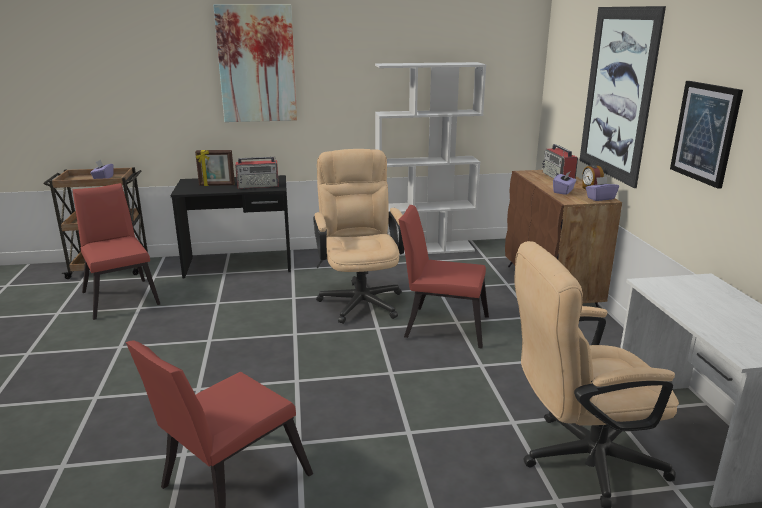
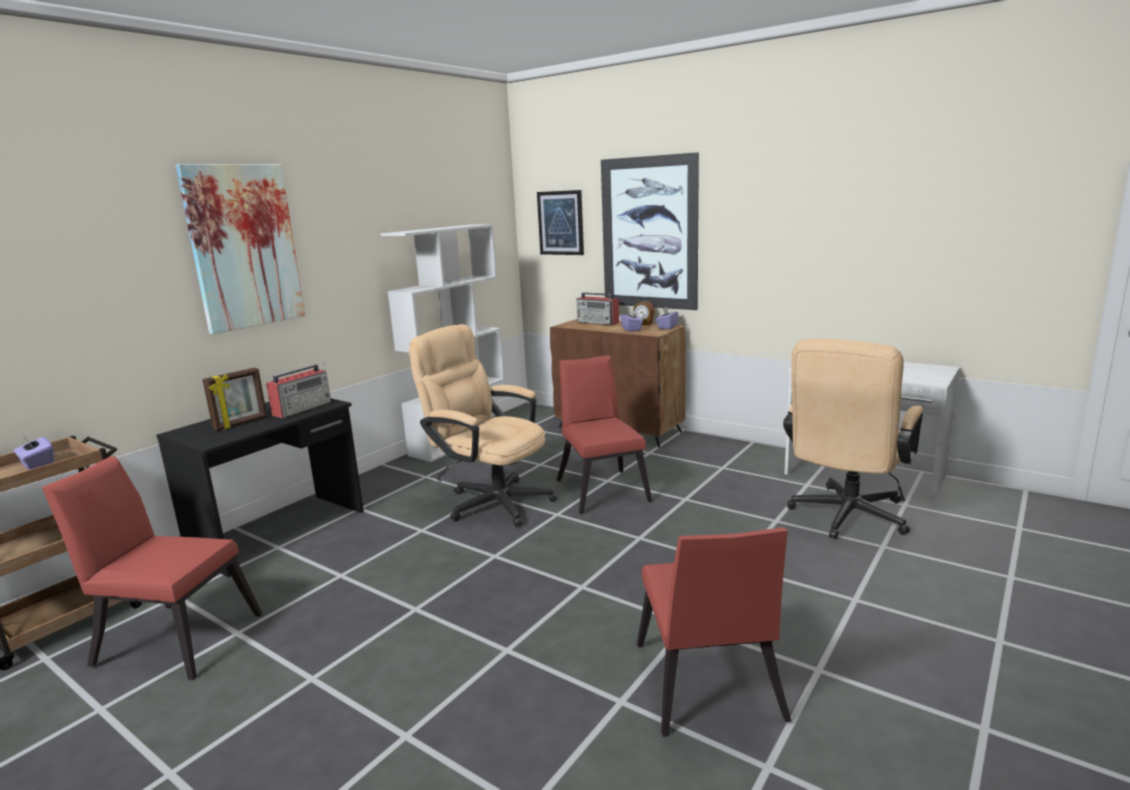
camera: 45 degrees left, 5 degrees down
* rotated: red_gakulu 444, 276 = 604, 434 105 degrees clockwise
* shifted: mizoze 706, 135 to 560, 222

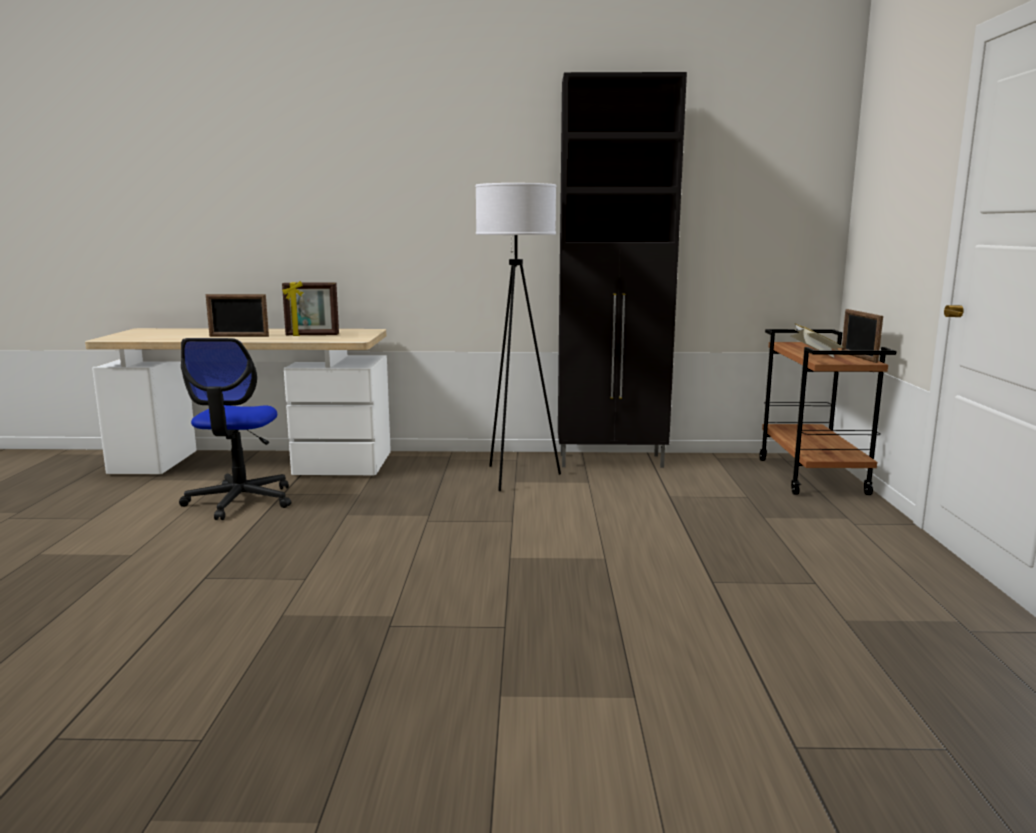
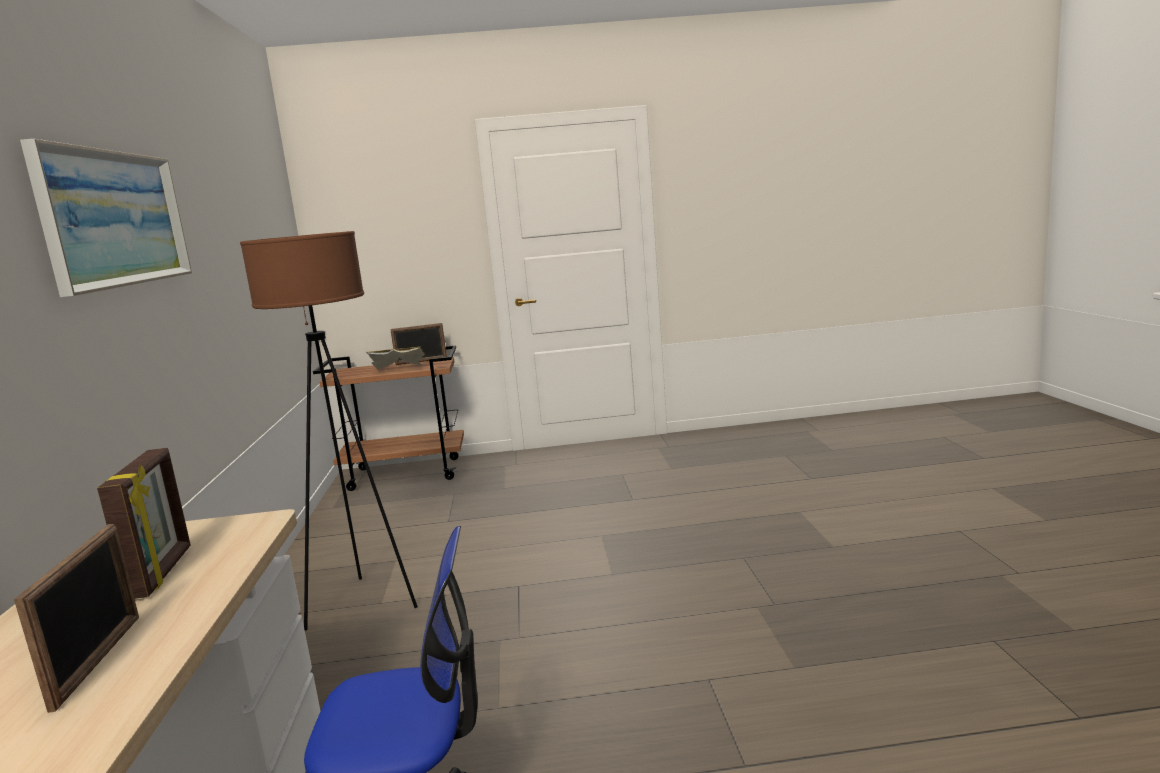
camera: 95 degrees left, 0 degrees up
* repainted: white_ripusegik 518, 337 to brown_ripusegik 329, 431
* gone: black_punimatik 622, 270
* new: mizoze 106, 218

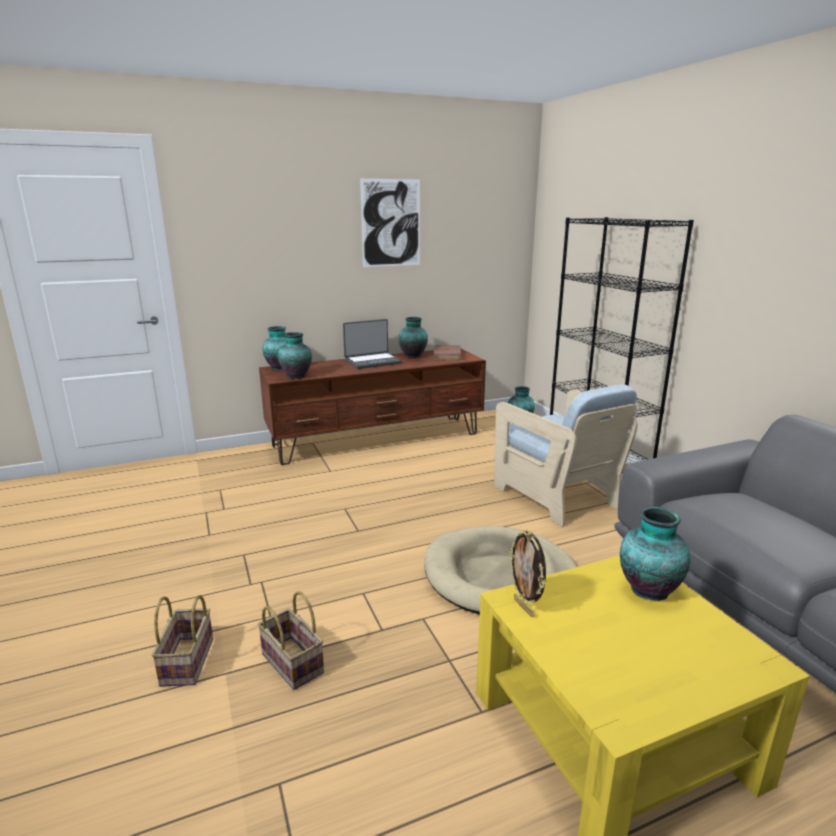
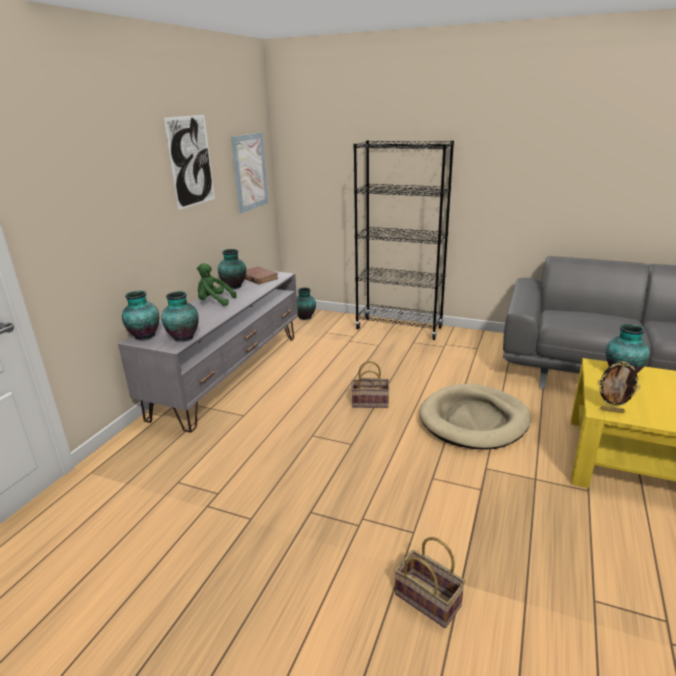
camera: 45 degrees left, 5 degrees up
* shifted: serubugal 291, 640 to 370, 384
* repainted: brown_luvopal 372, 407 to grey_luvopal 208, 351
* swapped: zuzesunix 372, 344 to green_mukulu 217, 284
* gone: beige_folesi 566, 455
* new: mizoze 249, 172

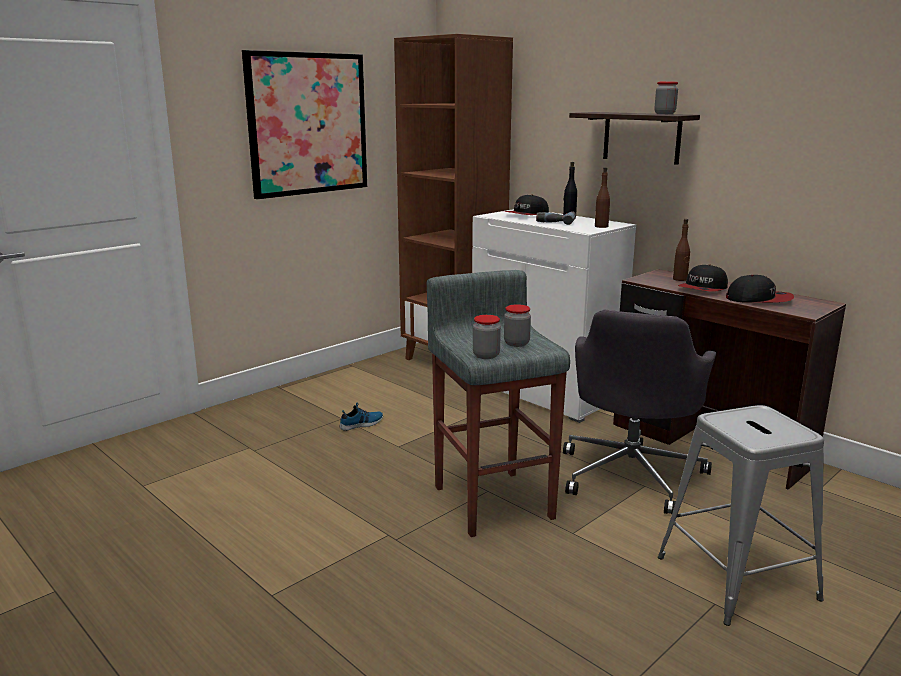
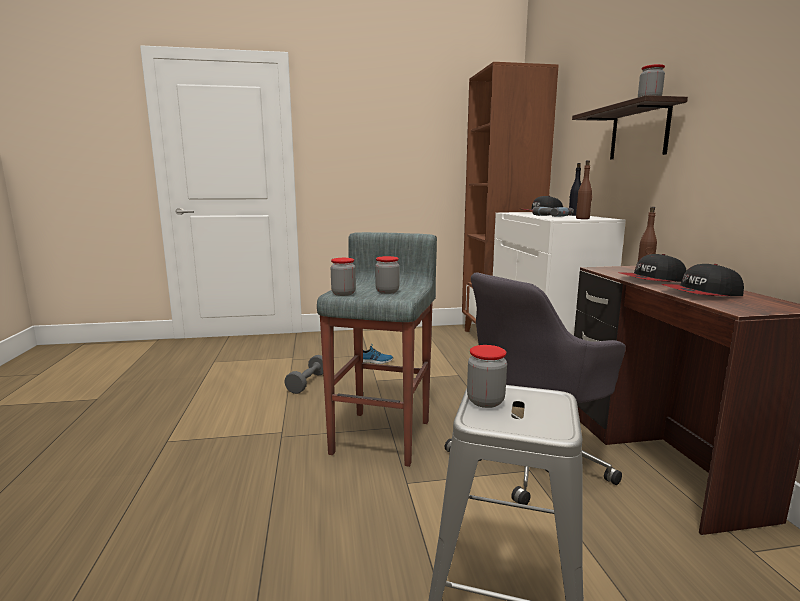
camera: 35 degrees right, 5 degrees down
* gone: mizoze 304, 124
* rotated: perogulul 760, 289 = 702, 280 120 degrees clockwise
* new: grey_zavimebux 304, 374
* new: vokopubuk 487, 376

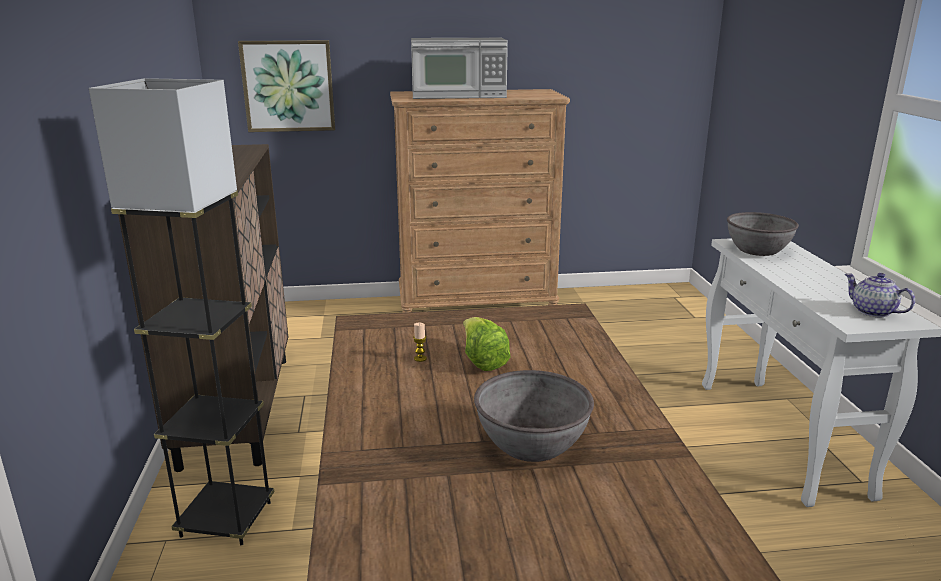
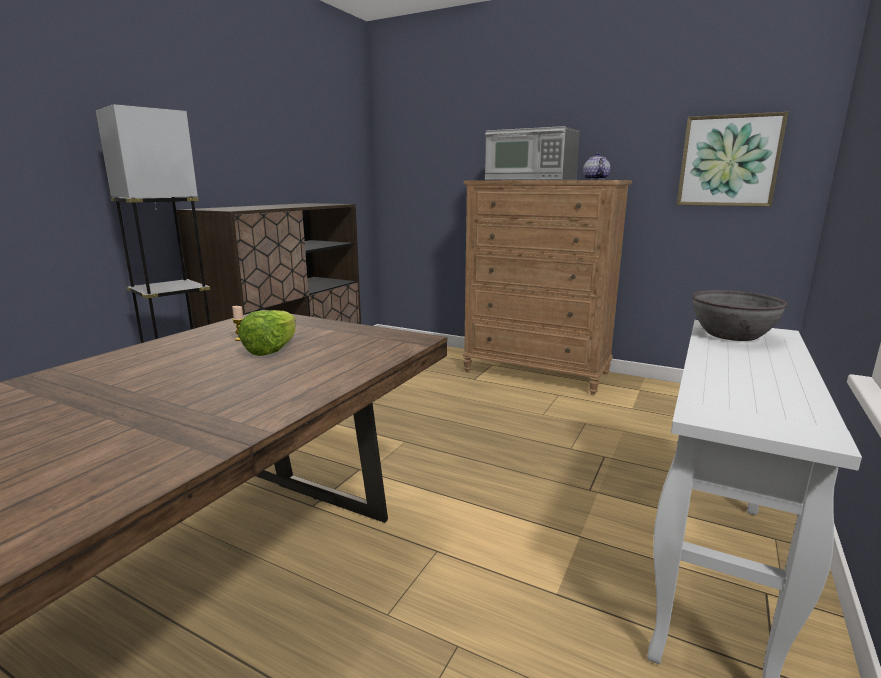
camera: 35 degrees right, 5 degrees down
* shifted: mizoze 286, 86 to 732, 159
* gone: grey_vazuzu 534, 416
* shifted: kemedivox 880, 295 to 596, 166

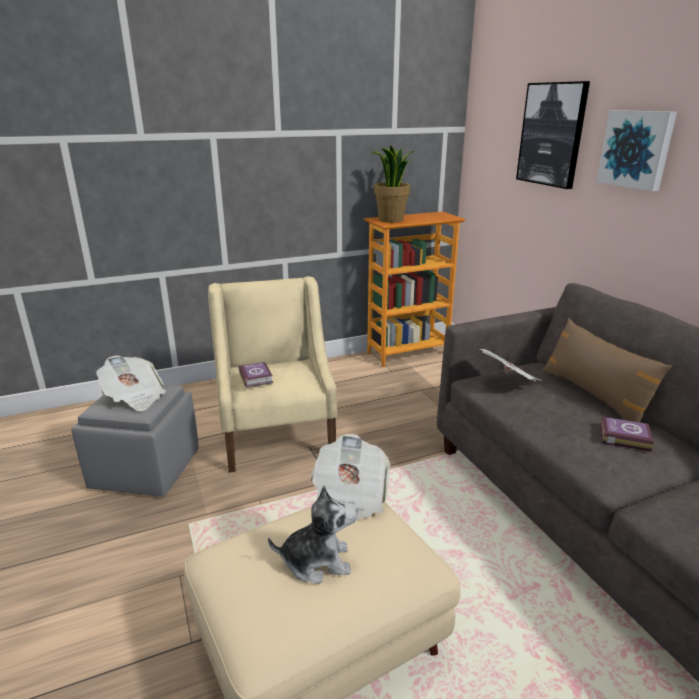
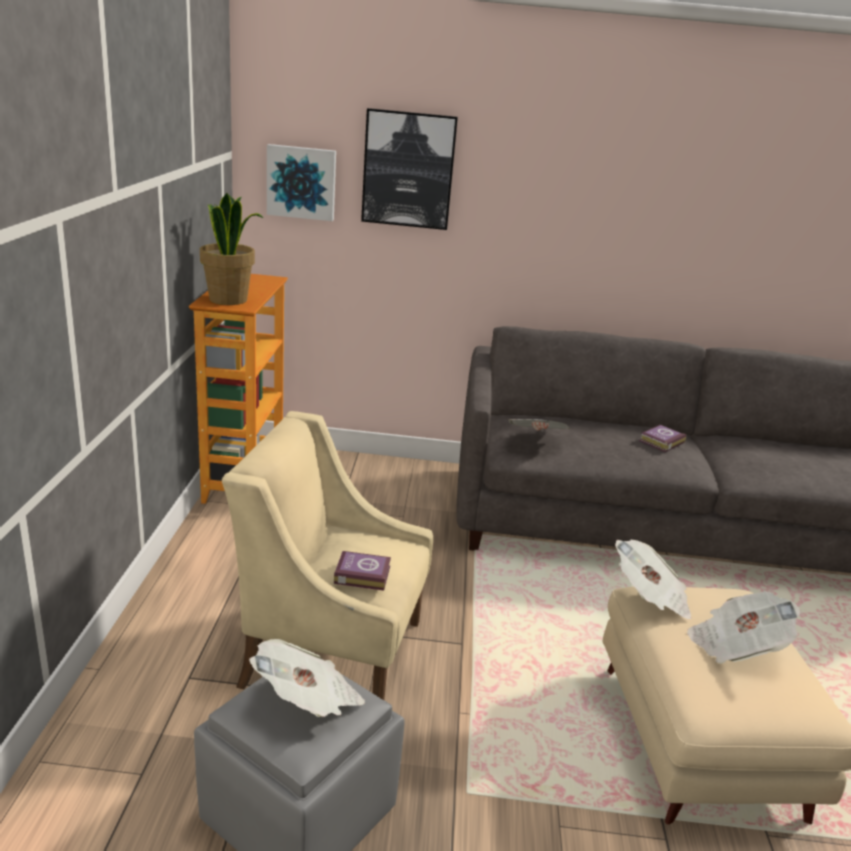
camera: 65 degrees left, 0 degrees up
* swapped: mukulu 312, 535 to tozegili 744, 627
* gone: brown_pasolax 607, 370
* shifted: mizoze 636, 150 to 301, 182

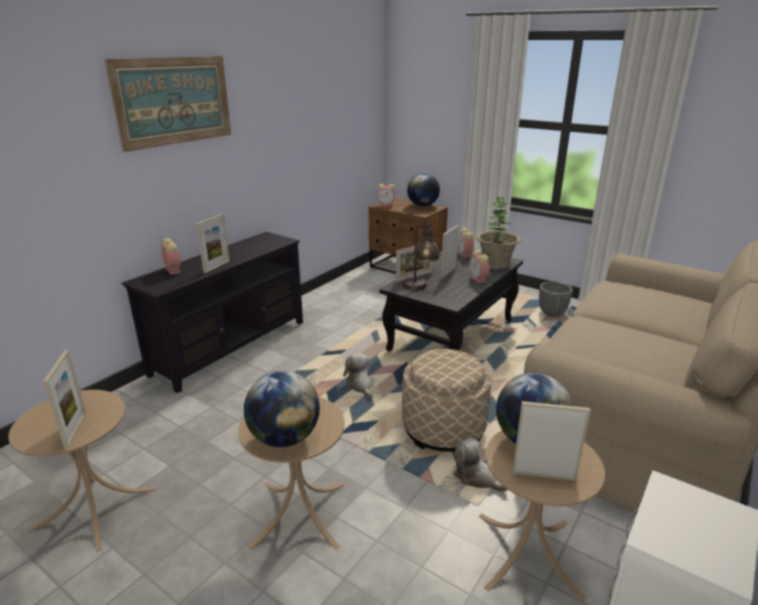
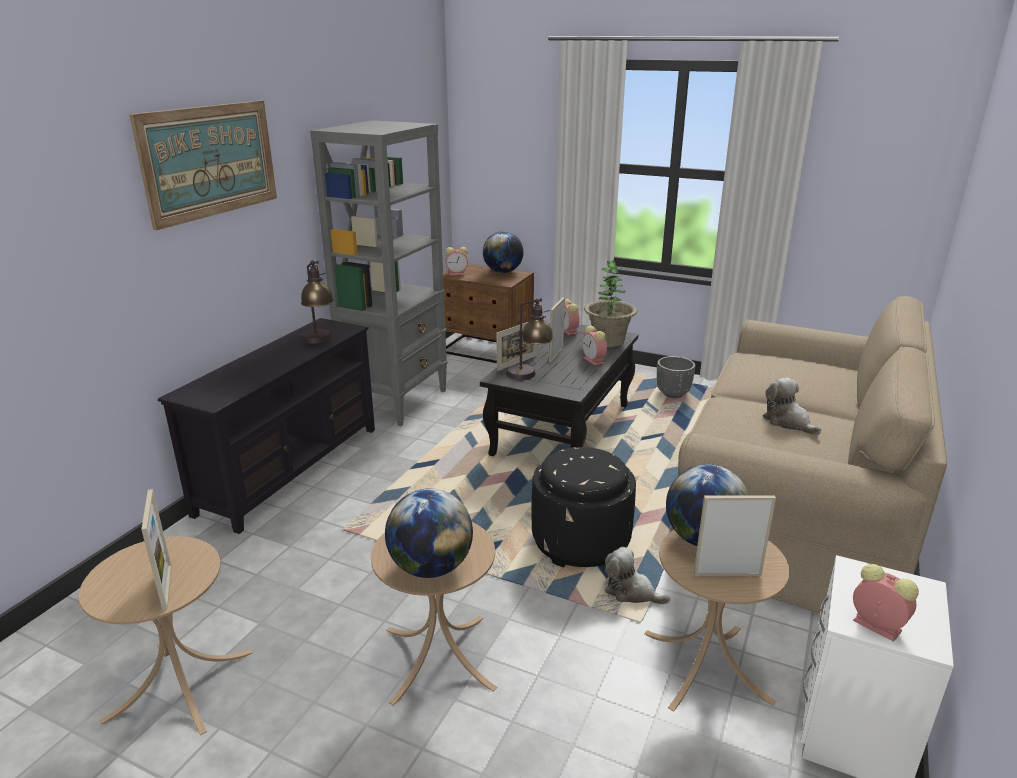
camera: 10 degrees left, 0 degrees up
* shifted: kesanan 171, 256 to 886, 603
* gone: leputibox 213, 243
* shifted: mukulu 358, 375 to 792, 406
* repainted: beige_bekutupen 446, 400 to black_bekutupen 584, 507
* new: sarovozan 317, 302
* new: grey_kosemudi 378, 273

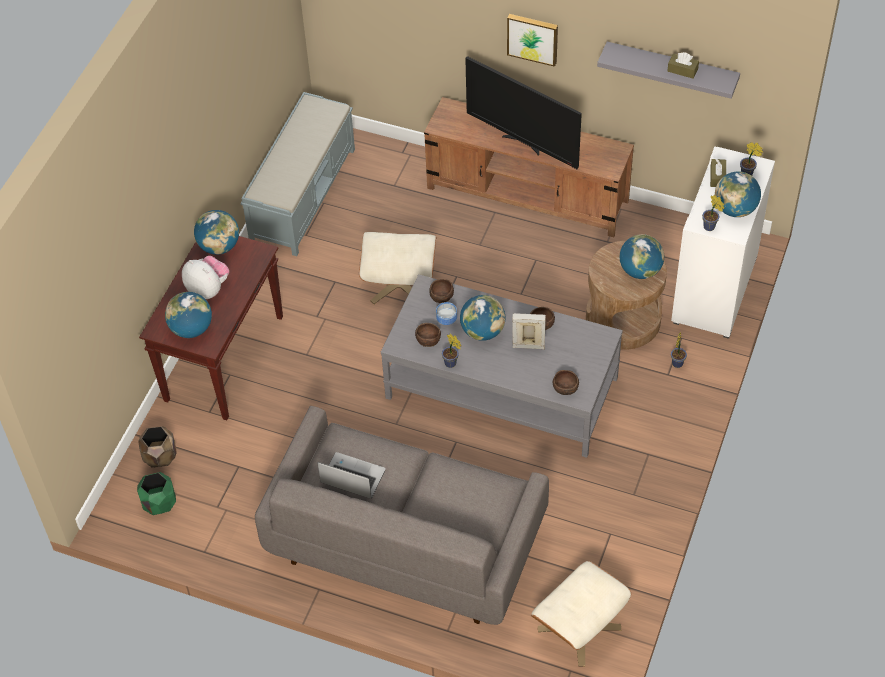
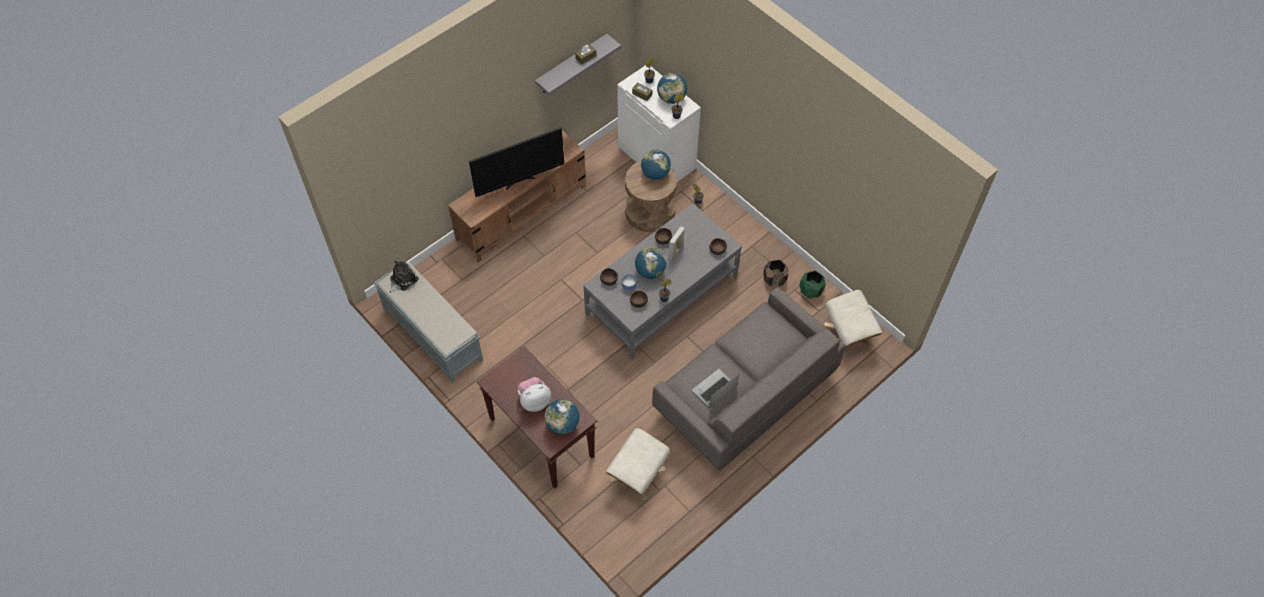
camera: 65 degrees left, 5 degrees up
* shifted: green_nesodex 156, 493 to 812, 285
* shifted: brown_nesodex 157, 447 to 775, 273
* gone: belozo 216, 232
* shifted: beige_bekutupen 397, 268 to 638, 464
* gone: mizoze 532, 40
* new: mukulu 404, 277

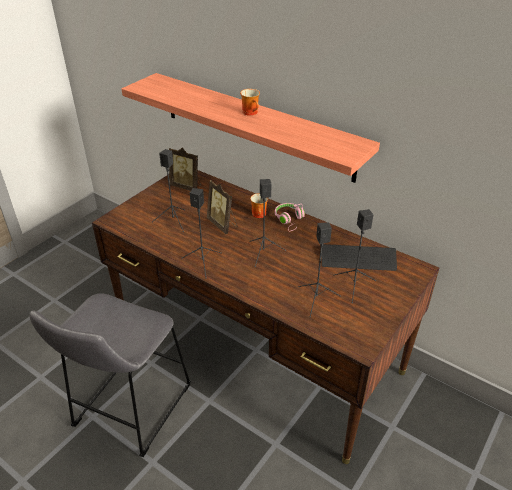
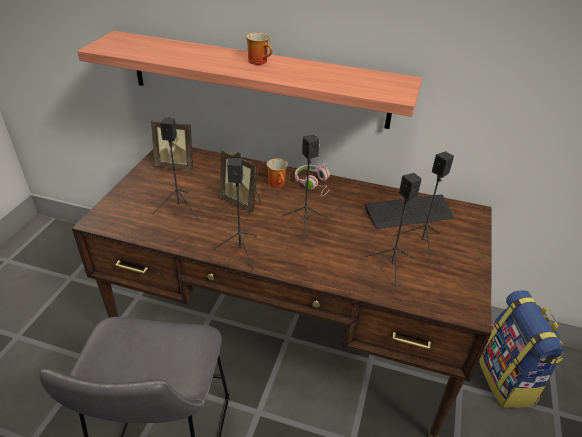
camera: 20 degrees left, 0 degrees up
* new: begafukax 521, 349

